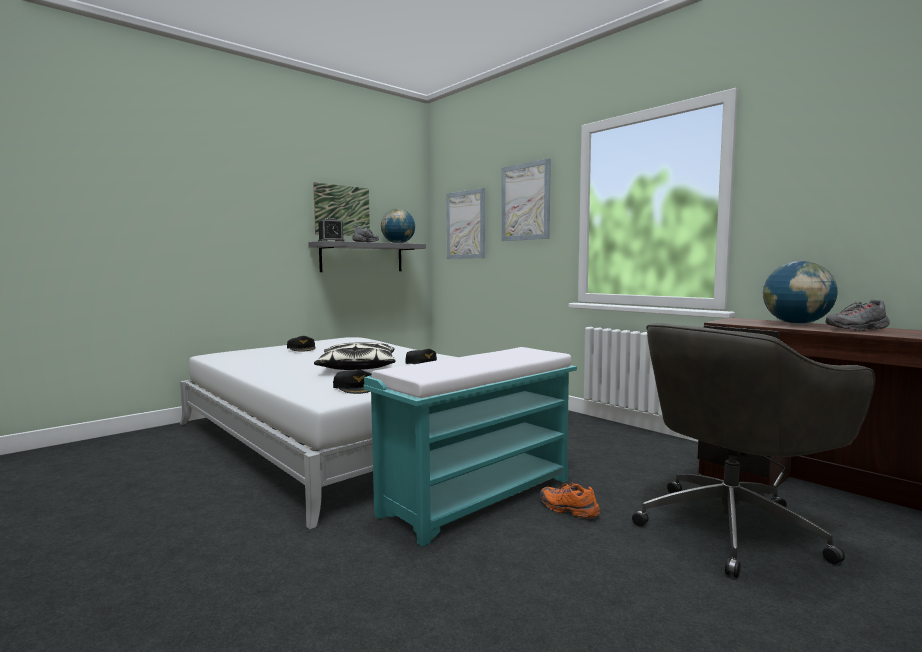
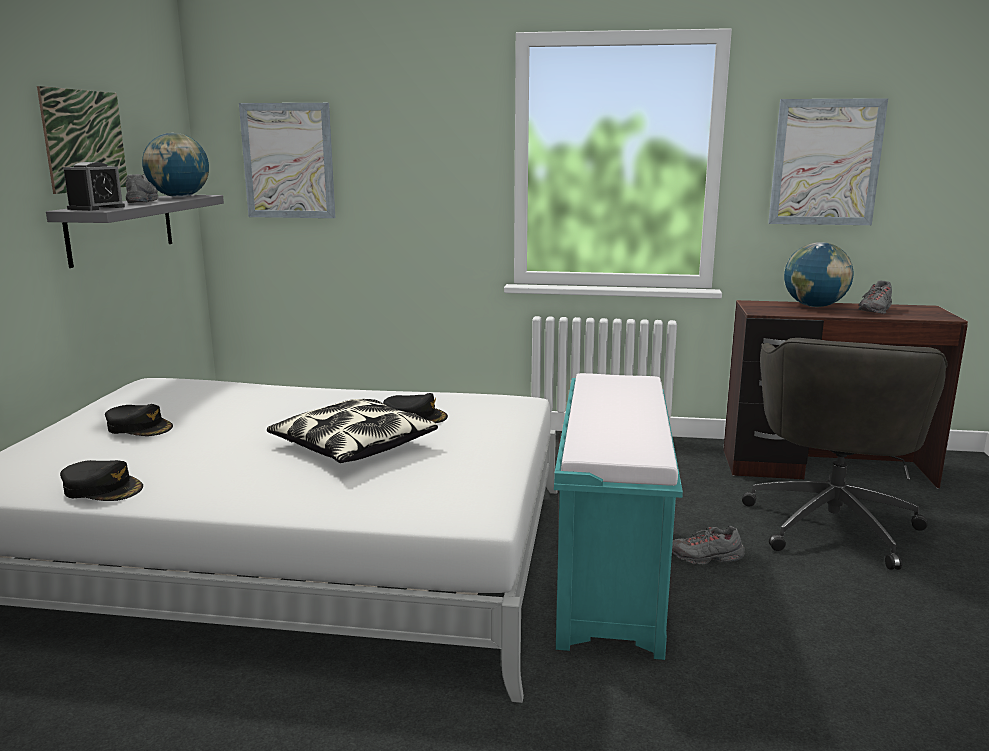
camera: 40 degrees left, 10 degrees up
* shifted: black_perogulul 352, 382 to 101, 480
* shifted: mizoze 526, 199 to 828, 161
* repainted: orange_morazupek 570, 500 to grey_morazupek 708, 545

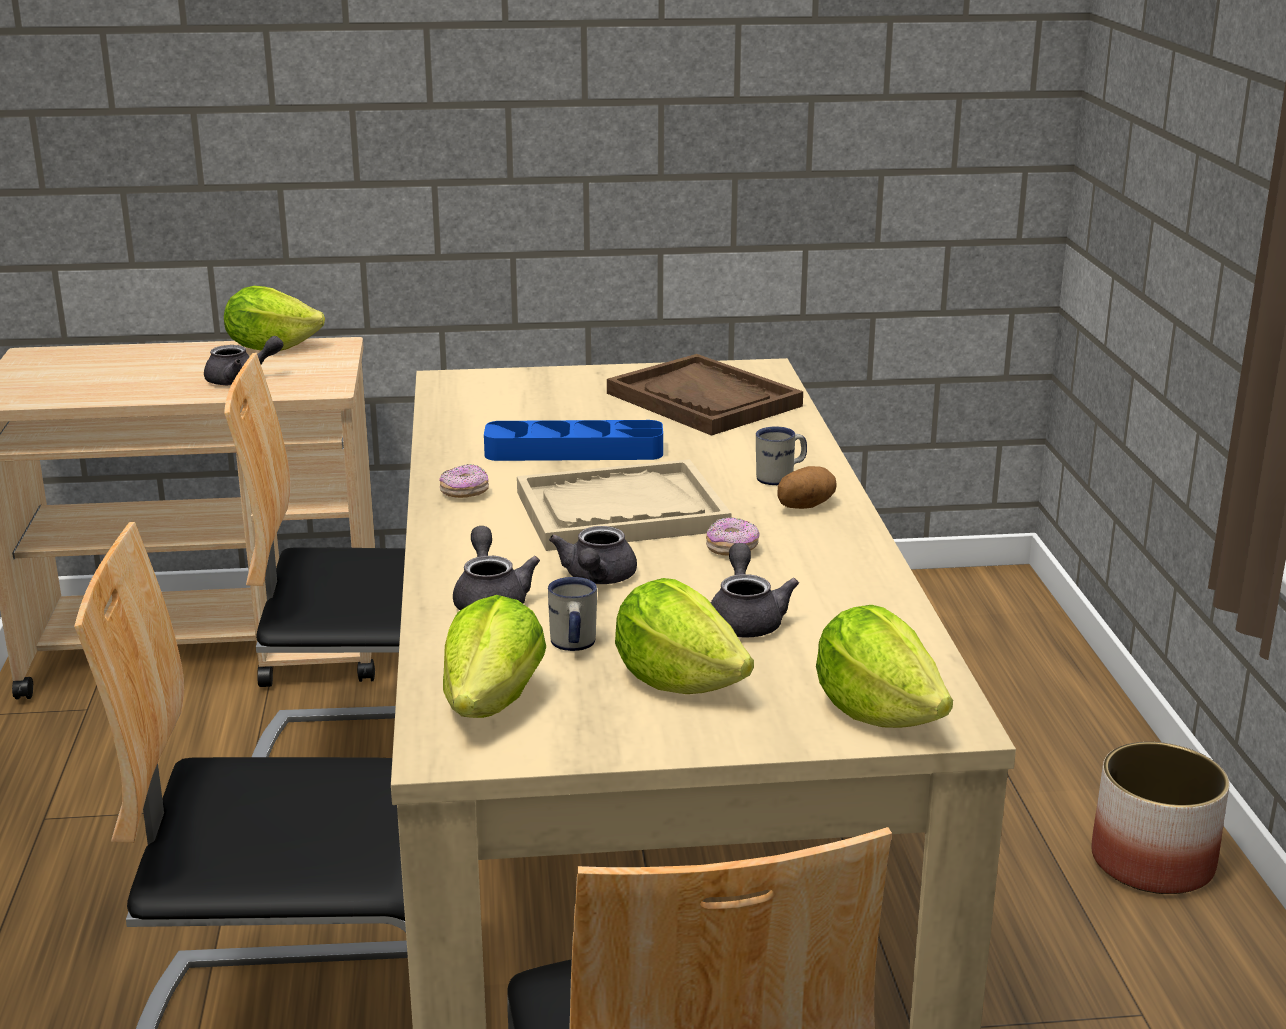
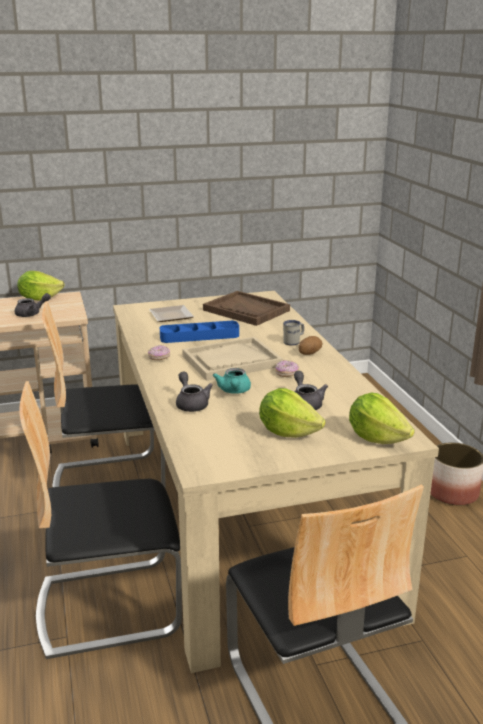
camera: 10 degrees left, 0 degrees up
* gone: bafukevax 494, 656
* gone: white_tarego 572, 614
* repainted: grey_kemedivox 593, 555 to turquoise_kemedivox 232, 381
* new: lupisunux 171, 313

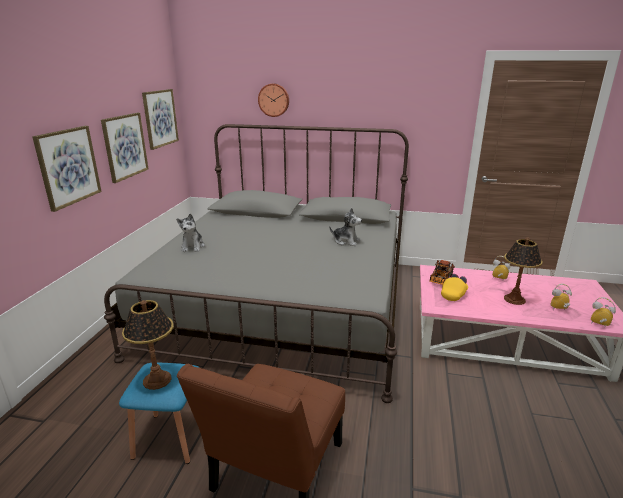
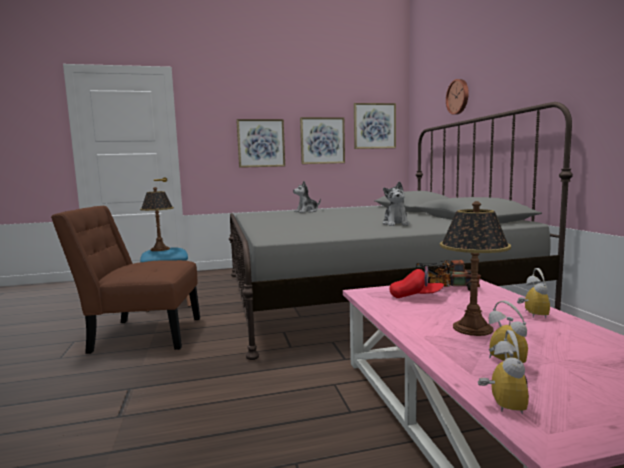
camera: 65 degrees right, 15 degrees down
* repainted: yellow_perogulul 454, 287 to red_perogulul 416, 282

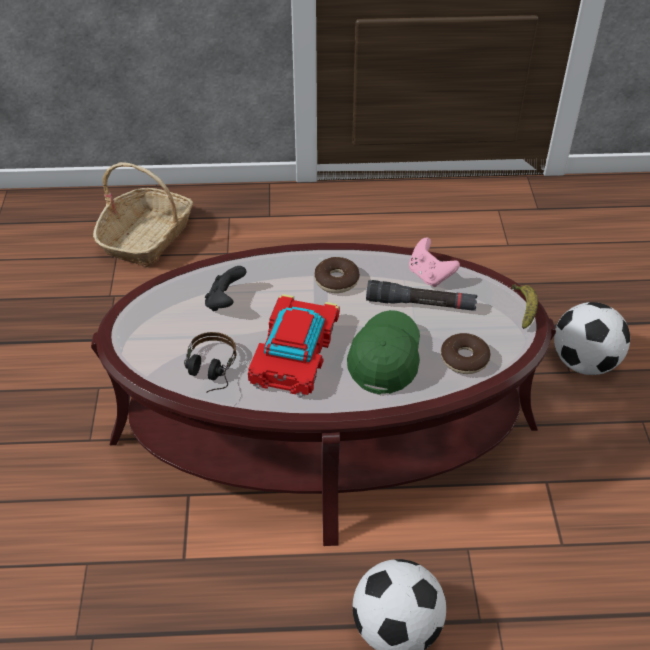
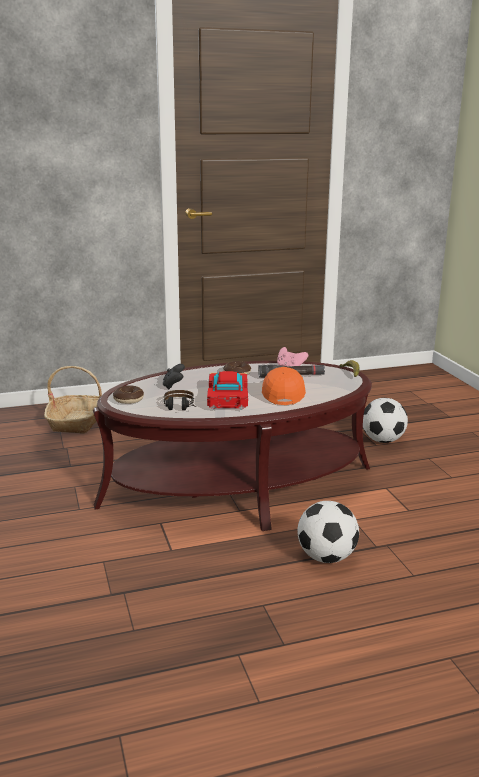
camera: 15 degrees left, 25 degrees down
* repainted: green_perogulul 383, 352 to orange_perogulul 284, 386
* shifted: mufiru 466, 353 to 128, 394

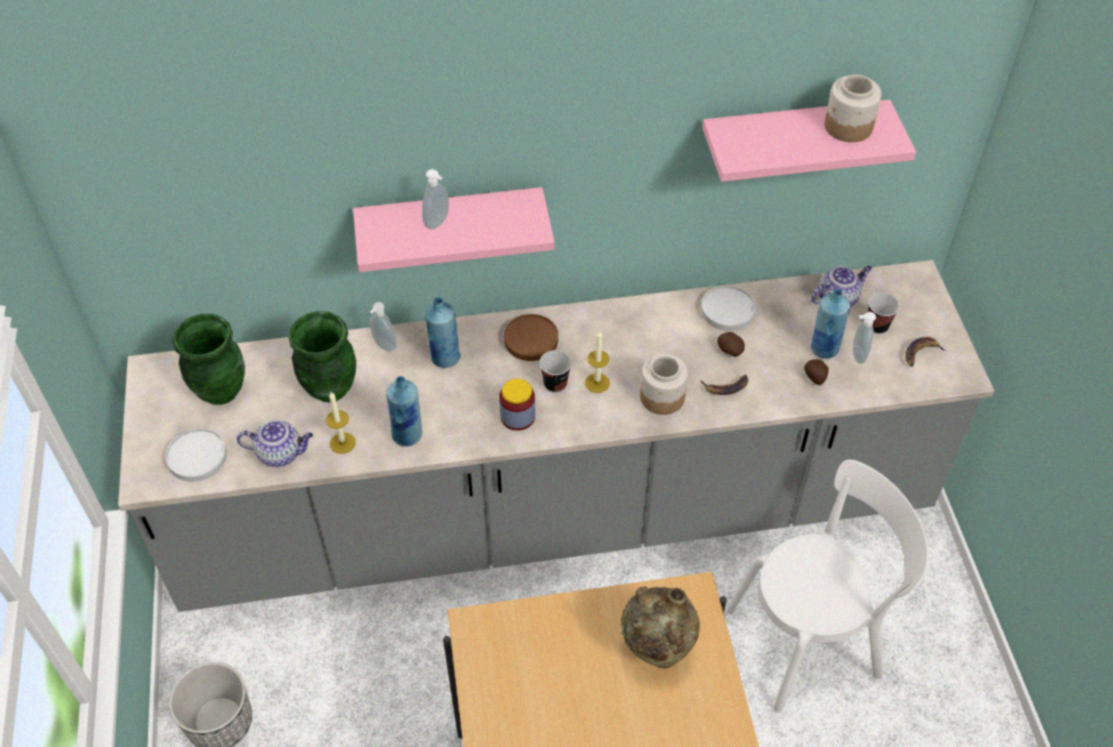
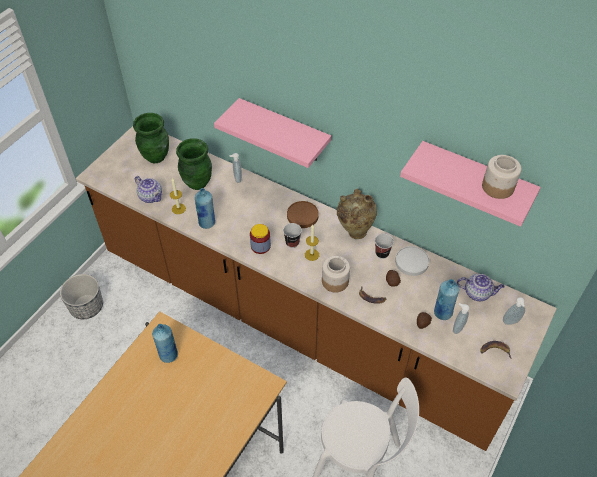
camera: 40 degrees right, 0 degrees up
* repainted: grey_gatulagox 556, 436 to brown_gatulagox 316, 288
* gone: white_lupisunux 196, 455
* shifted: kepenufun 435, 199 to 514, 311
* shifted: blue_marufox 442, 332 to 165, 343
* shifted: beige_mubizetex 660, 627 to 357, 214
* shifted: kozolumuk 884, 313 to 384, 246

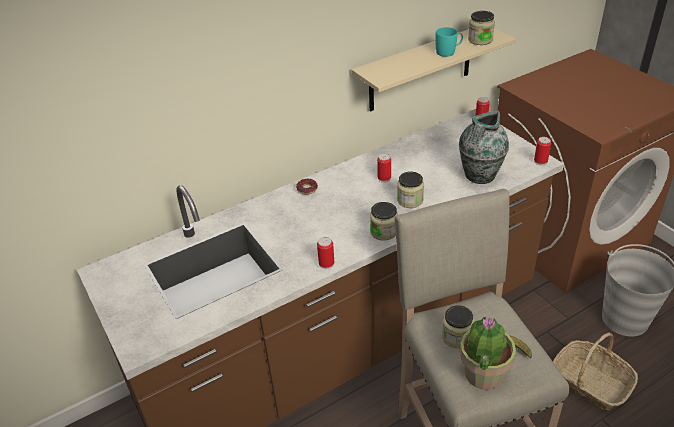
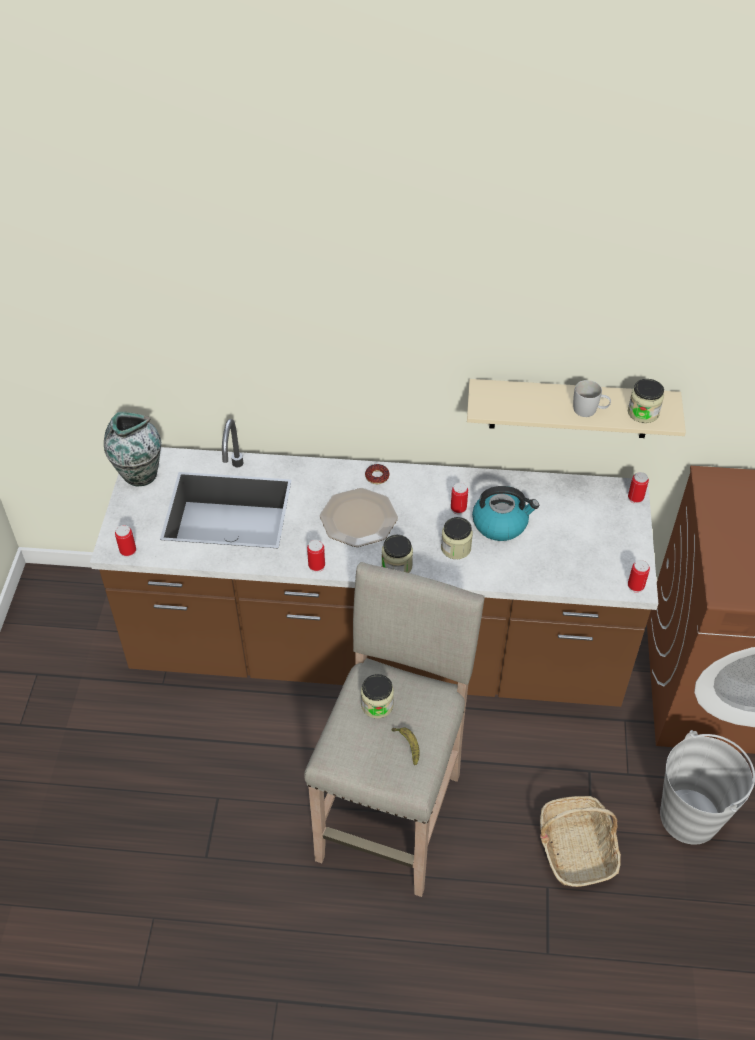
camera: 35 degrees right, 10 degrees up
* repainted: turquoise_tarego 449, 42 to white_tarego 592, 398
* shifted: mubizetex 484, 147 to 133, 448
* gone: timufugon 488, 353
* new: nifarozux 125, 541
* new: lupisunux 359, 517
* new: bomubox 505, 513

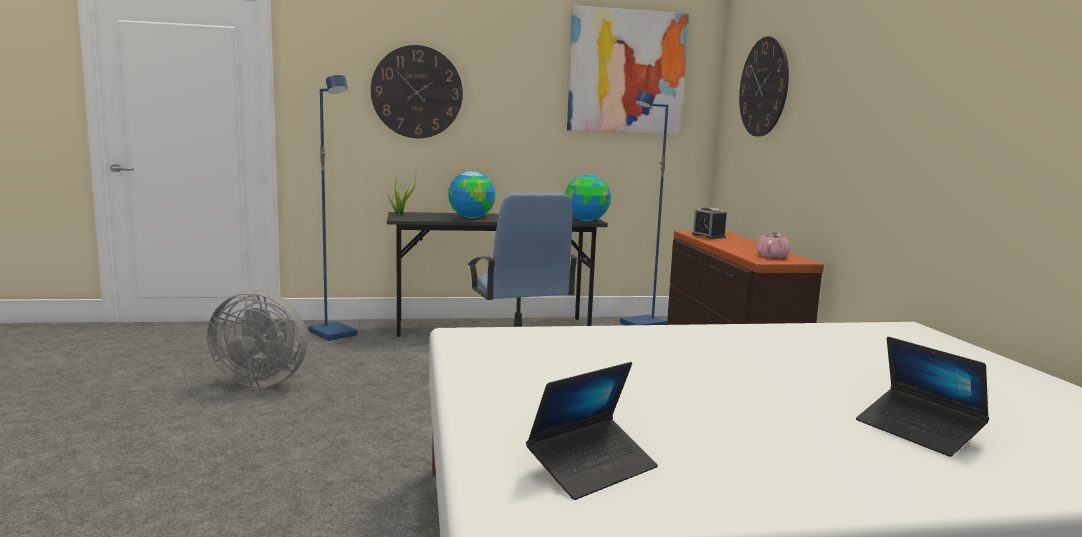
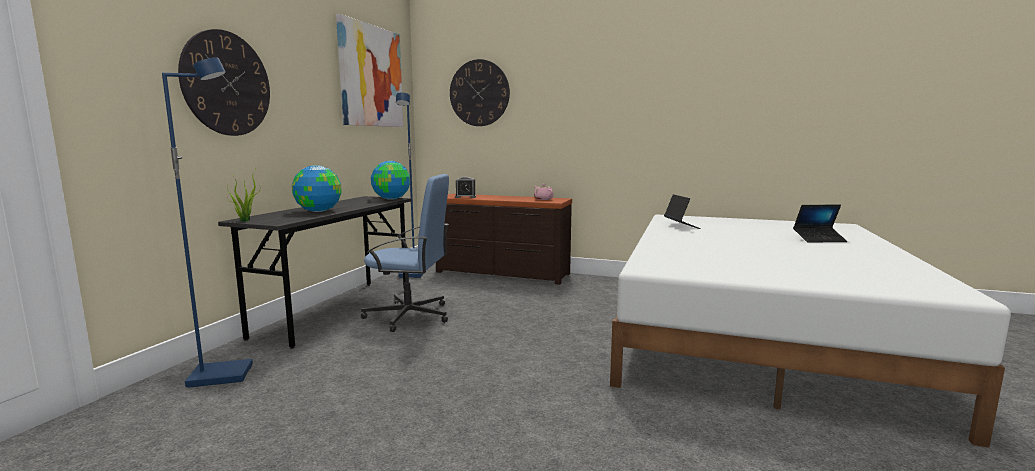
camera: 60 degrees left, 0 degrees up
* gone: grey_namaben 257, 338
* shifted: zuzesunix 592, 431 to 682, 211

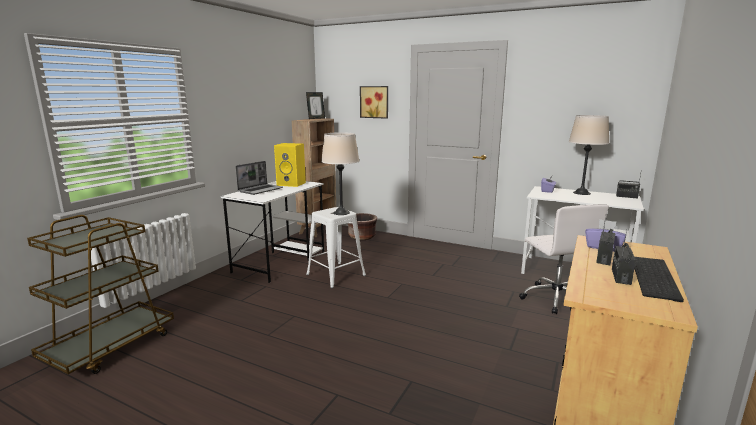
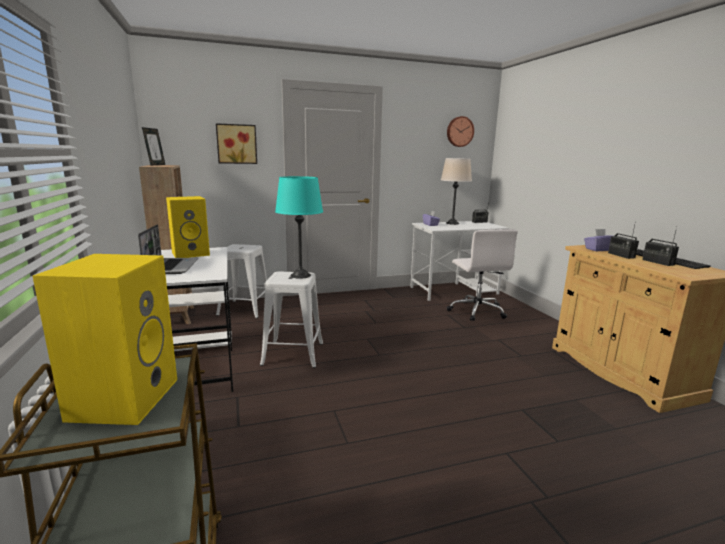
camera: 45 degrees left, 0 degrees up
* repainted: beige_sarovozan 340, 173 to turquoise_sarovozan 299, 227
* swapped: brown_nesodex 362, 226 to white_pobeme 241, 281
* rotated: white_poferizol 564, 259 = 482, 275 45 degrees clockwise
* new: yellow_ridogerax 104, 339
* new: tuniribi 460, 131

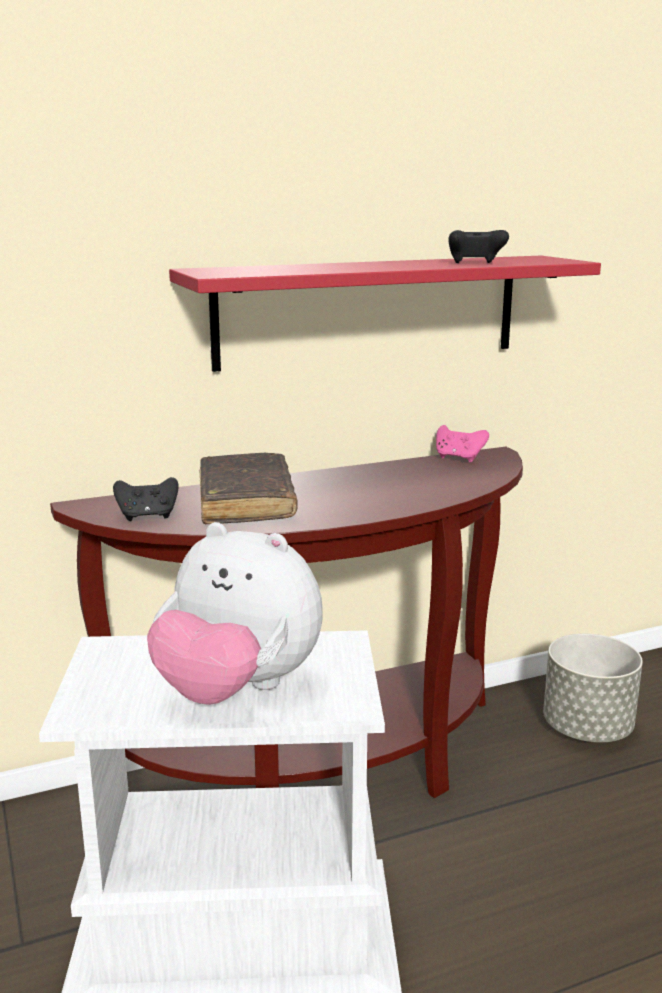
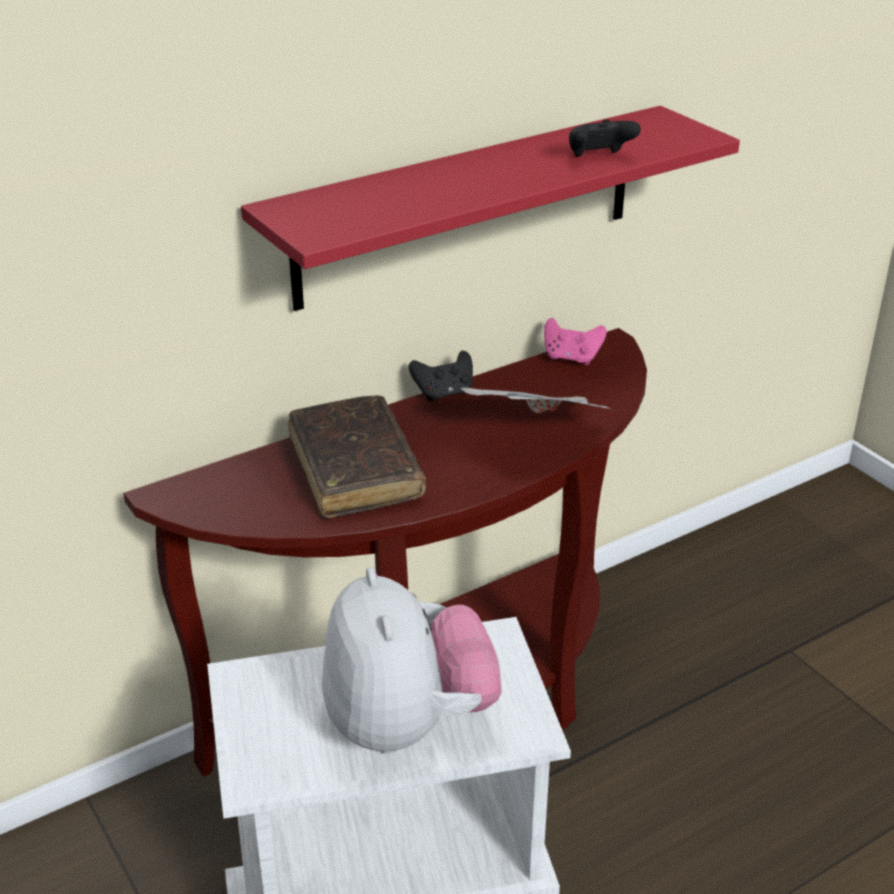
camera: 10 degrees left, 15 degrees up
* shifted: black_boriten 146, 499 to 440, 376
* rotated: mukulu 235, 613 = 412, 660 120 degrees counterclockwise
* gone: grey_nesodex 593, 688
* new: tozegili 537, 400

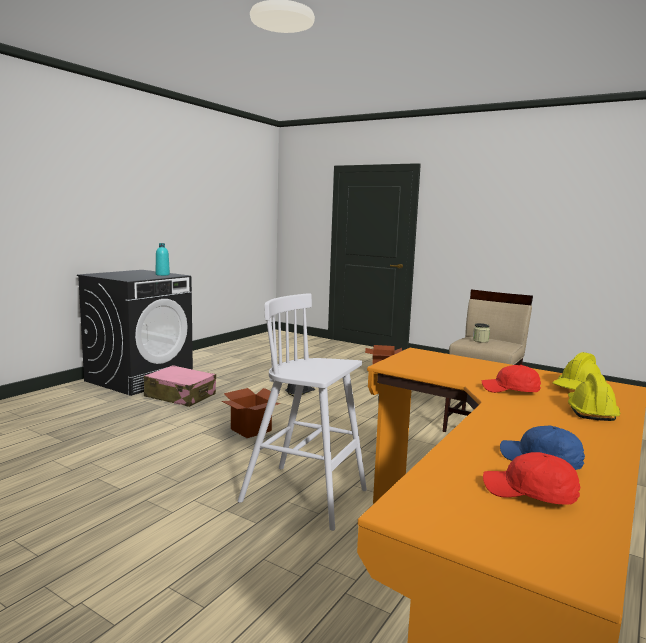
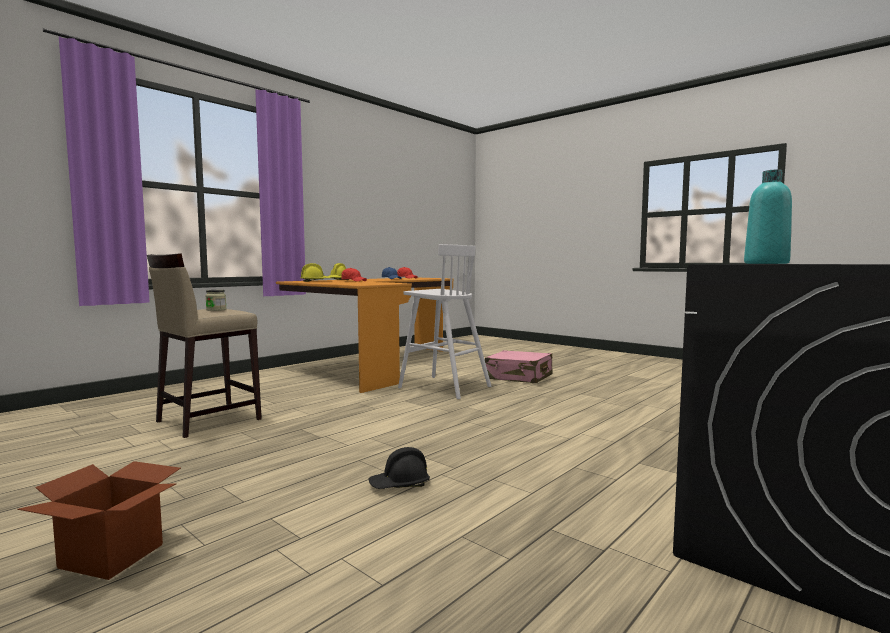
camera: 170 degrees left, 5 degrees down
* shifted: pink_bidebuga 180, 386 to 518, 366
* gone: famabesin 251, 413

